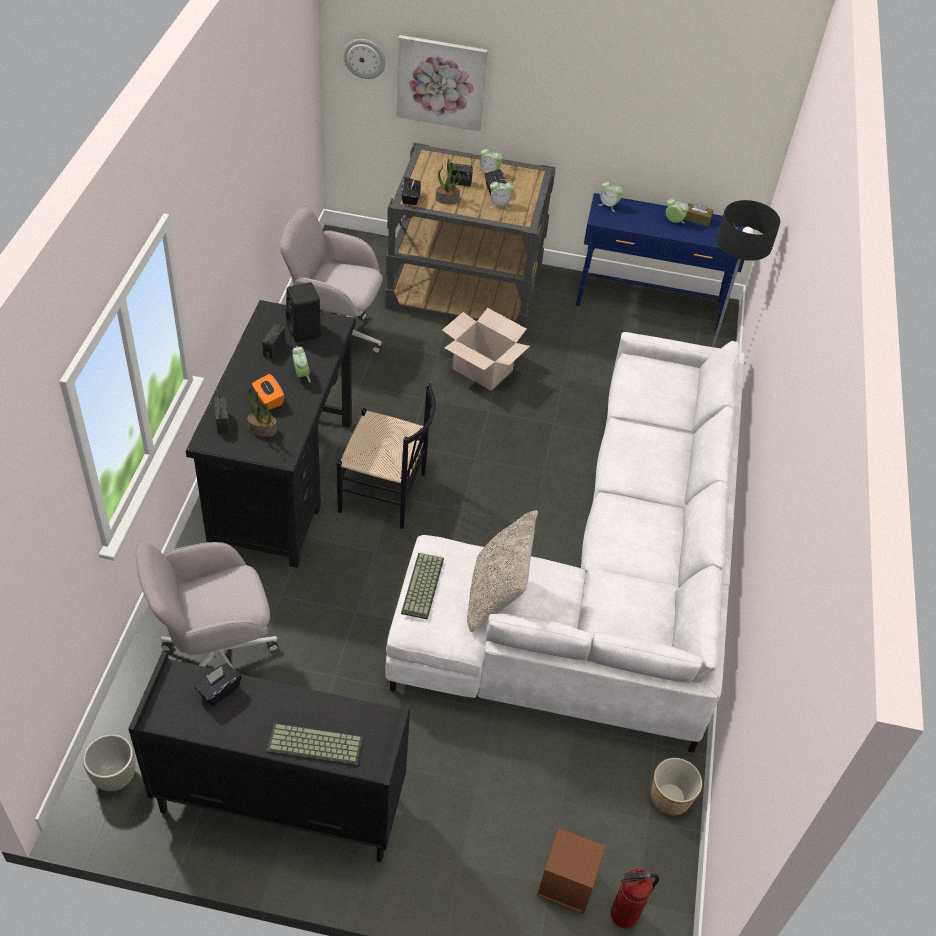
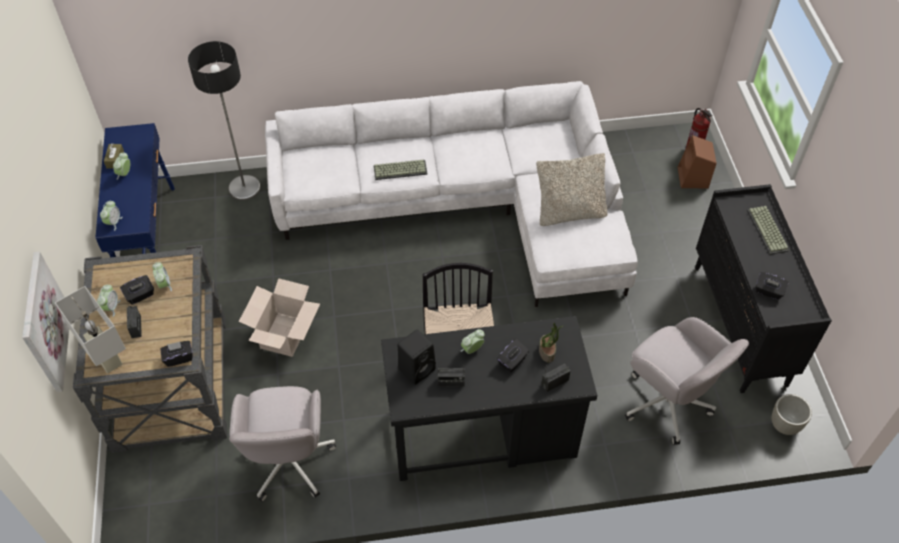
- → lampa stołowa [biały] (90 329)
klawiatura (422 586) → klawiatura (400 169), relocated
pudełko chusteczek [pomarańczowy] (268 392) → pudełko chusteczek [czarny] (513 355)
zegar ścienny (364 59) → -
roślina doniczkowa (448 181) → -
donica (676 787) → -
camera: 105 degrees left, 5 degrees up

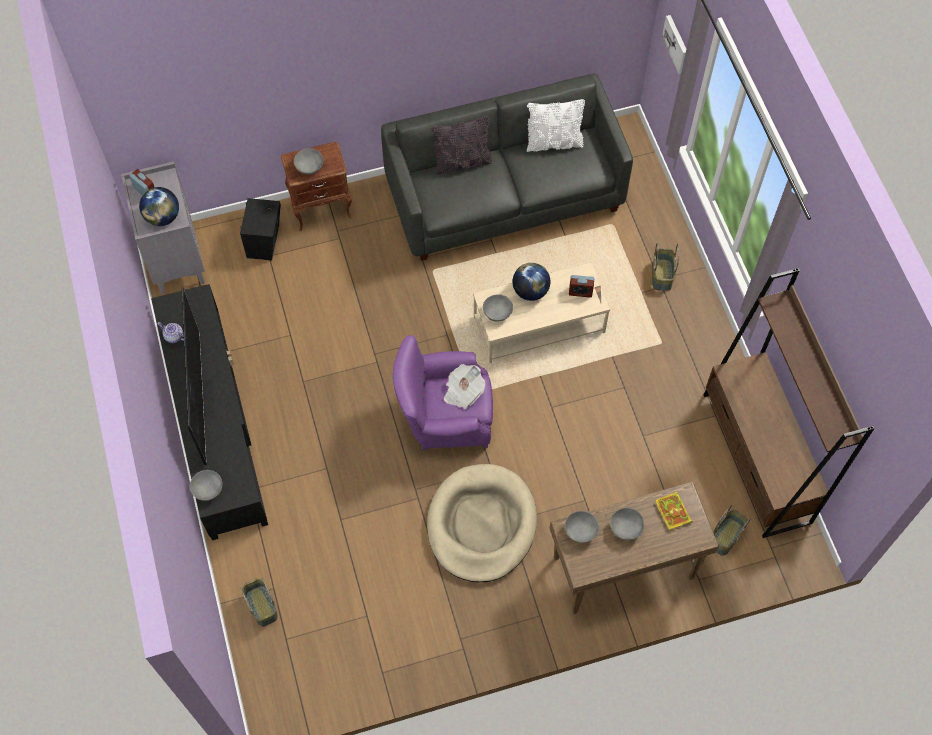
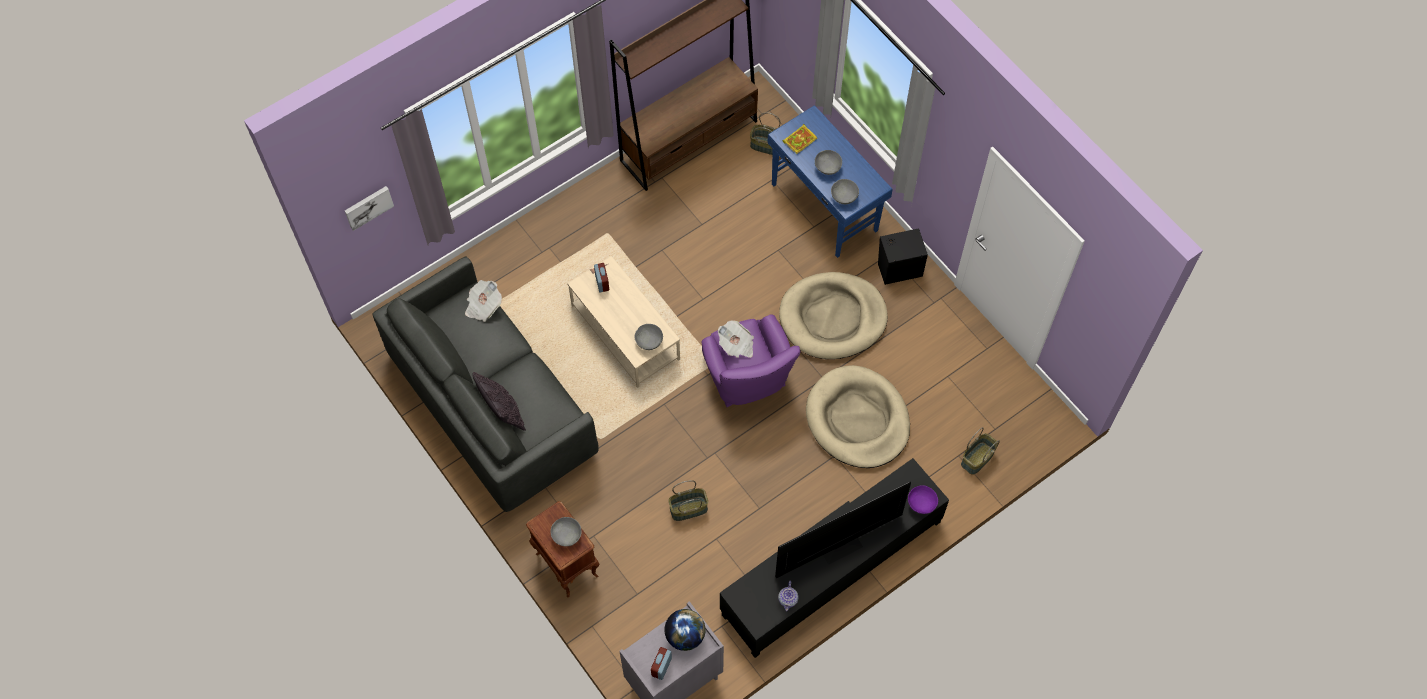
- → gazeta (483 301)
koszyk (665 267) → koszyk (688 500), relocated
stolik konsolowy [brązowy] (634 548) → stolik konsolowy [niebieski] (830 181)
- → legowisko [beżowy] (858 416)
głośnik [czarny] (260 229) → głośnik [czarny] (903 256), relocated
miska [szary] (206 485) → miska [fioletowy] (923 499)
globus (531 282) → -
poduszka [biały] (556 125) → -
camera: 110 degrees left, 0 degrees up

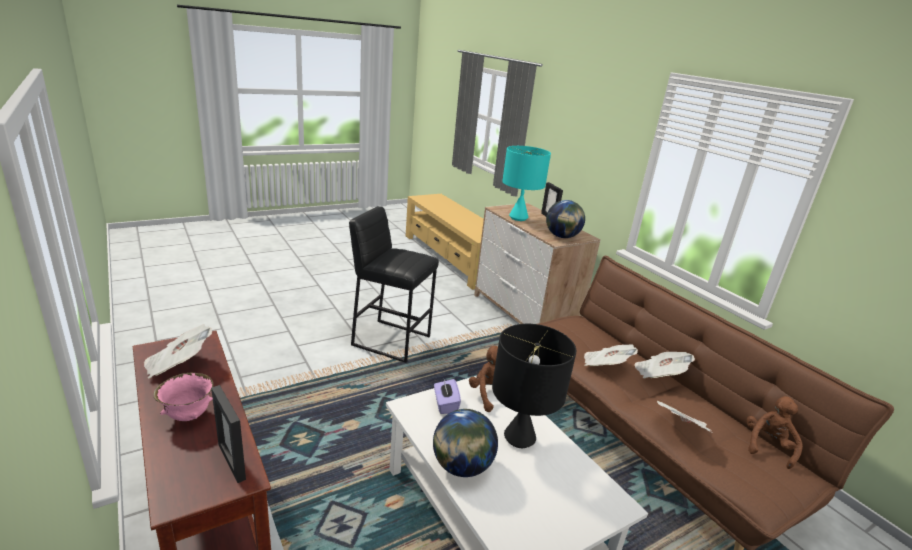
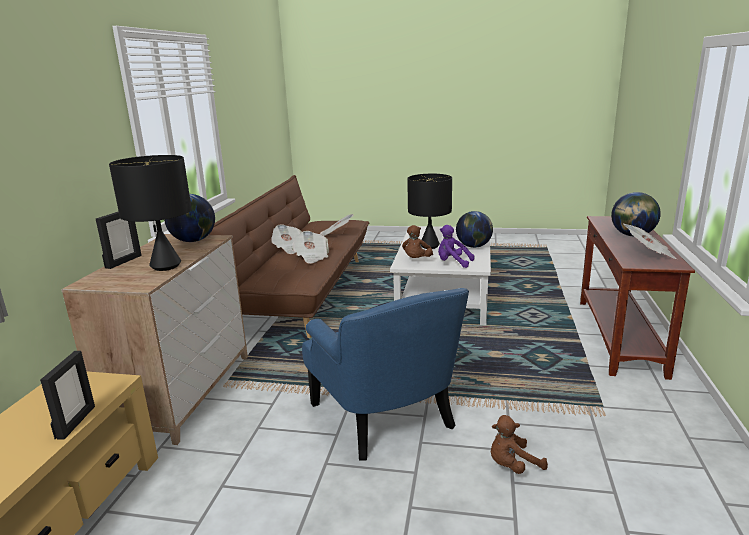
ramka na zdjęcie (228 434) → ramka na zdjęcie (67 395), relocated
lampa stołowa [turkusowy] (526 183) → lampa stołowa [czarny] (150 213)
stołek [czarny] (394 284) → fotel [niebieski] (385 374)
pudełko chusteczek [fioletowy] (447 396) → pluszak [fioletowy] (456 246)
pluszak [brązowy] (775 432) → pluszak [brązowy] (519 444), relocated
miska [różowy] (183 397) → globus (636 214)
camera: 135 degrees left, 5 degrees down

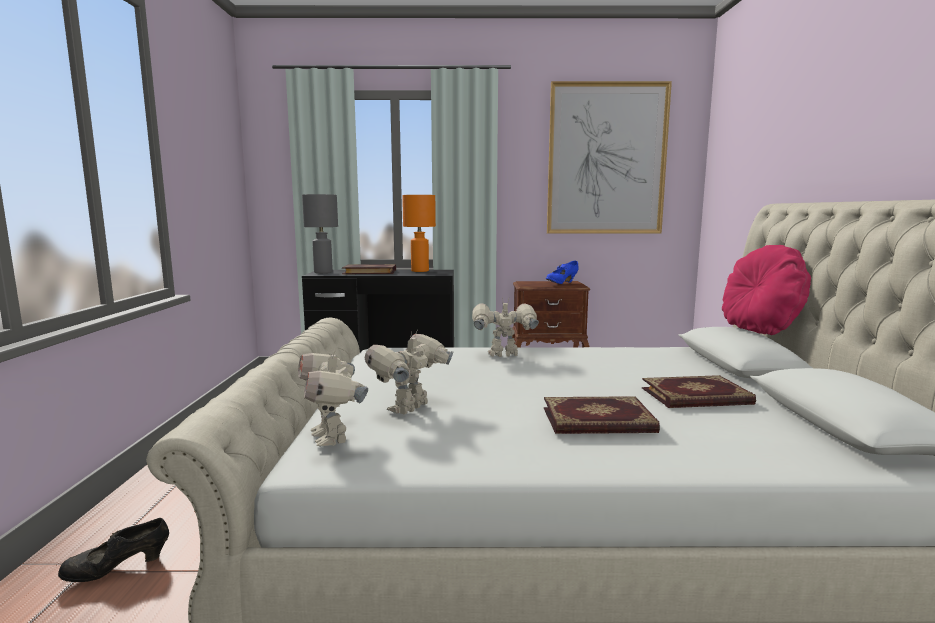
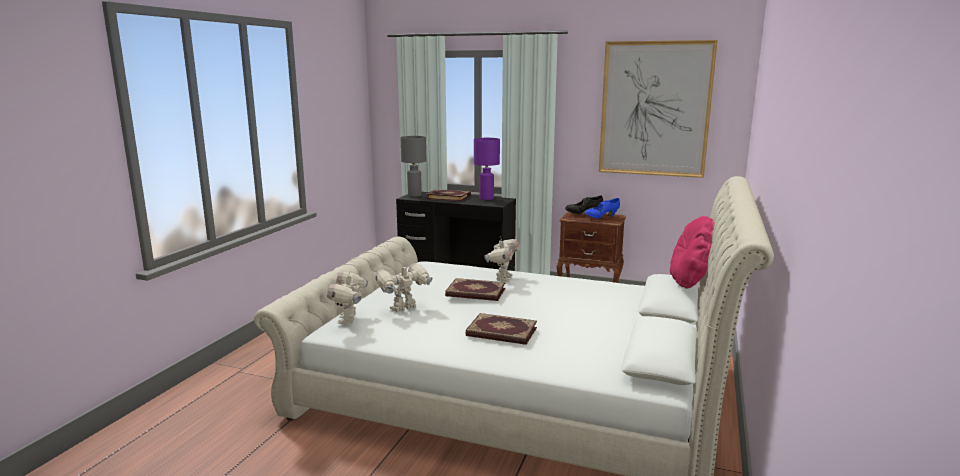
książka (699 391) → książka (475 289), relocated
lampa stołowa [pomarańczowy] (419 233) → lampa stołowa [fioletowy] (487 169)
robot zabawkowy (505 328) → robot zabawkowy (502 259), 90 degrees clockwise
but [czarny] (113 550) → but [czarny] (584 204), relocated
camera: 20 degrees right, 5 degrees up

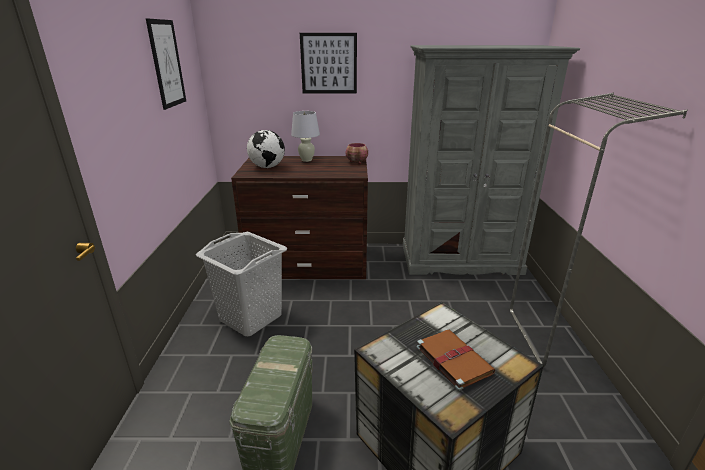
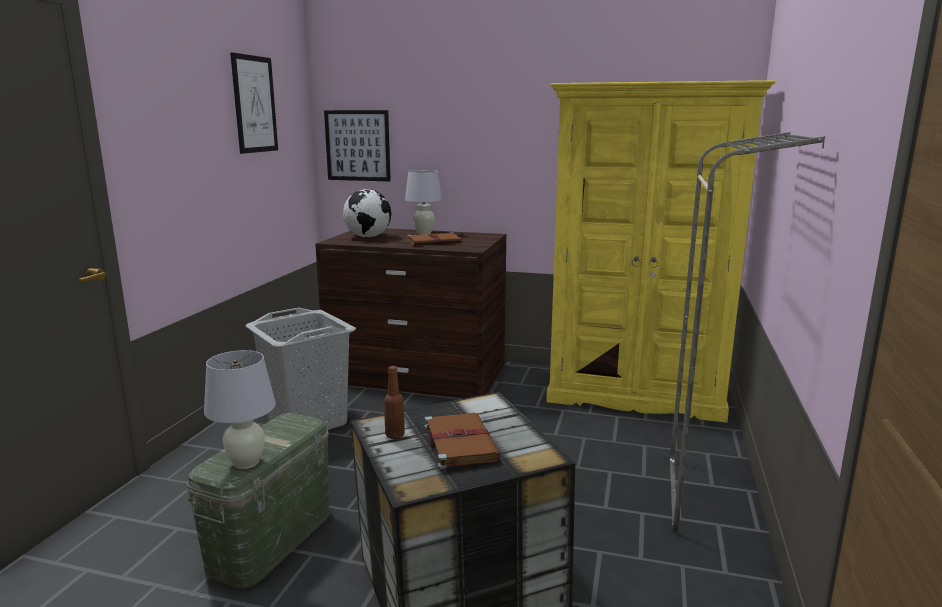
- → lampa stołowa [biały] (240 409)
obraz (328 63) → obraz (357 145), relocated
- → butelka [brązowy] (394 402)
- → książka [brązowy] (434 239)
szafa [szary] (491 160) → szafa [żółty] (661 251)
miska (357 153) → -
camera: 15 degrees right, 10 degrees down

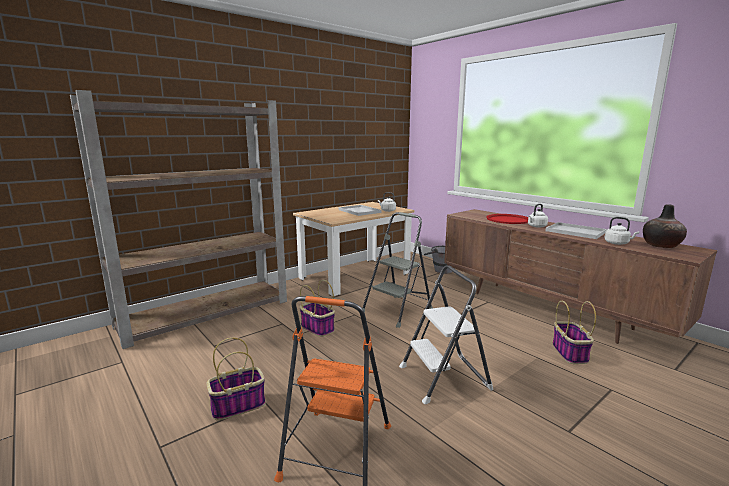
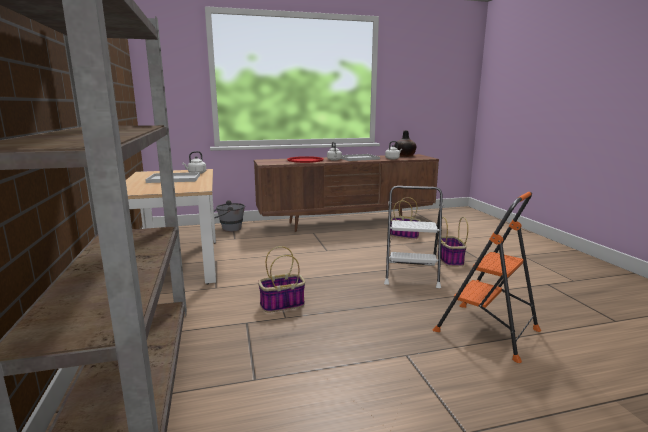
koszyk (236 379) → koszyk (453 242), relocated
drabinka [szary] (397 270) → -
camera: 65 degrees left, 0 degrees up

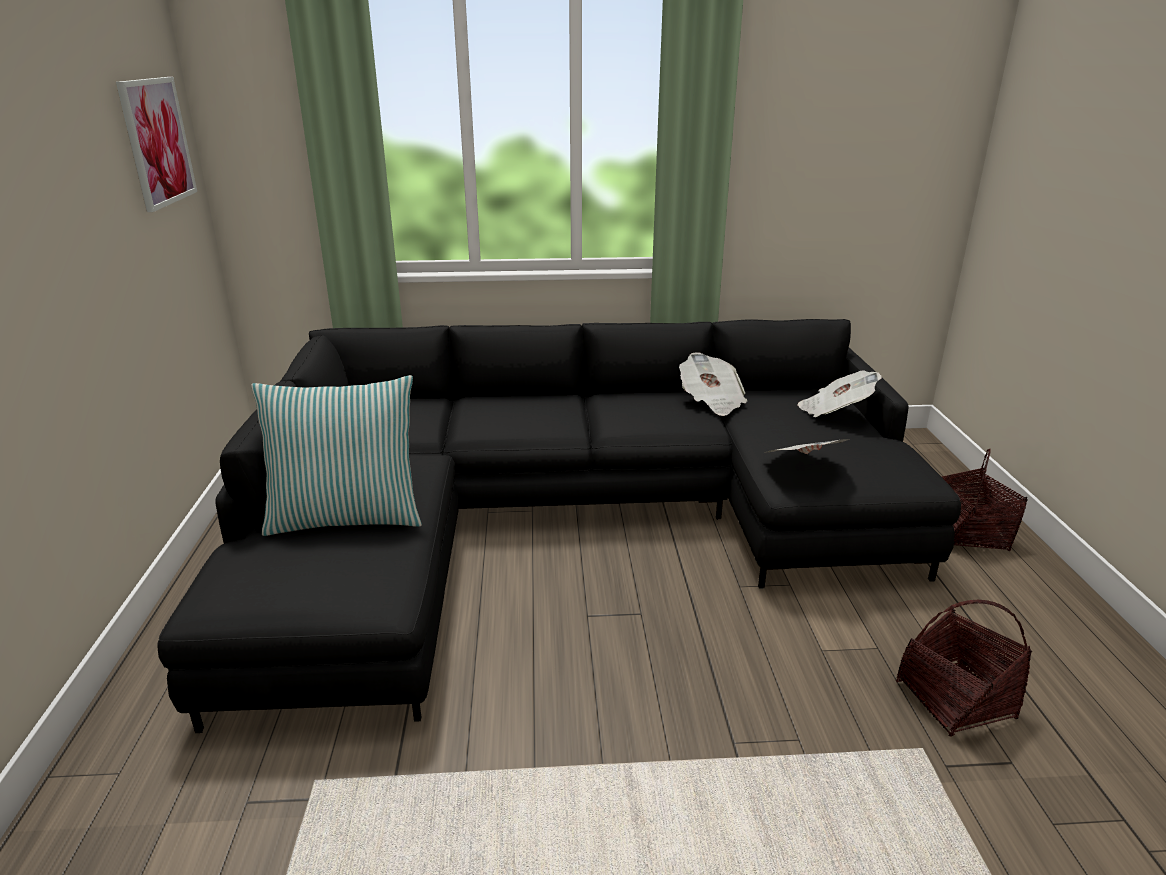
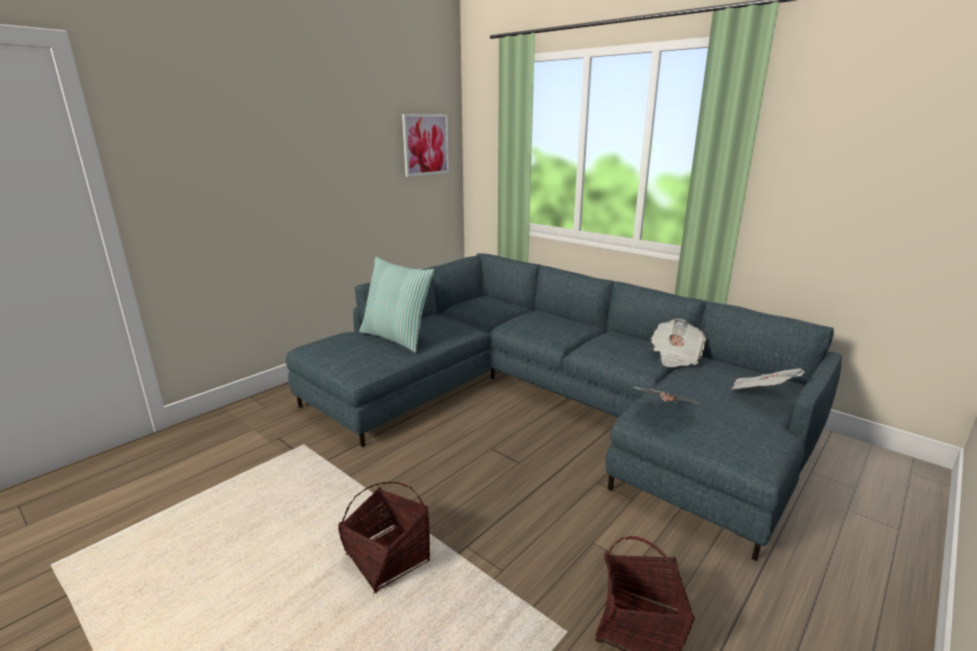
kanapa [czarny] (559 526) → kanapa [niebieski] (564 407)
koszyk (985 500) → koszyk (384 537), relocated
camera: 45 degrees right, 5 degrees down

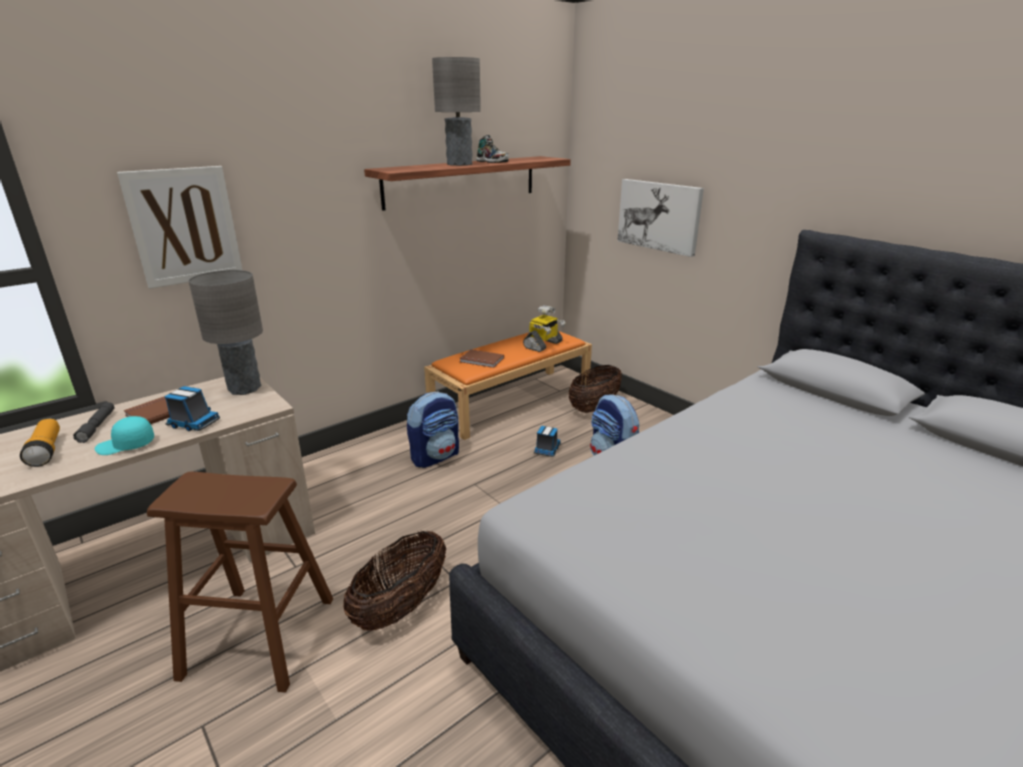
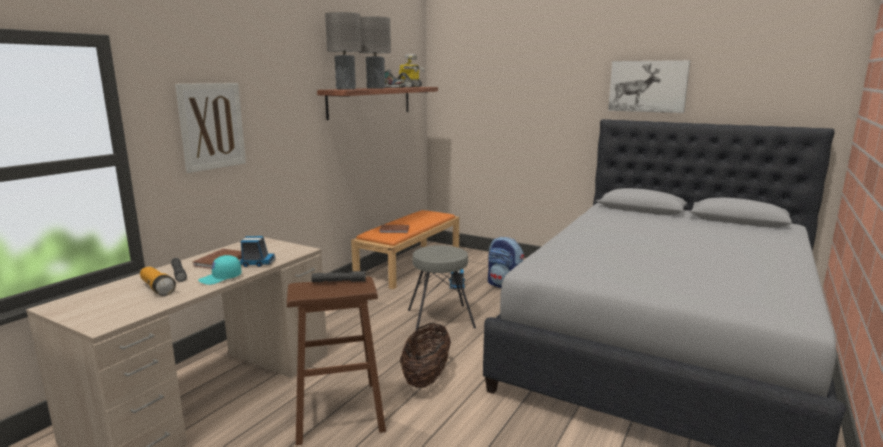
- → latarka [szary] (338 276)
lampa stołowa [szary] (225 332) → lampa stołowa [szary] (343 51), relocated
robot zabawkowy (544 328) → robot zabawkowy (411 70), relocated
- → stołek [szary] (442 288)
obraz (660 218) → obraz (649 86), relocated
plecak (433 429) → -
koszyk (595 389) → -
camera: 20 degrees left, 10 degrees down

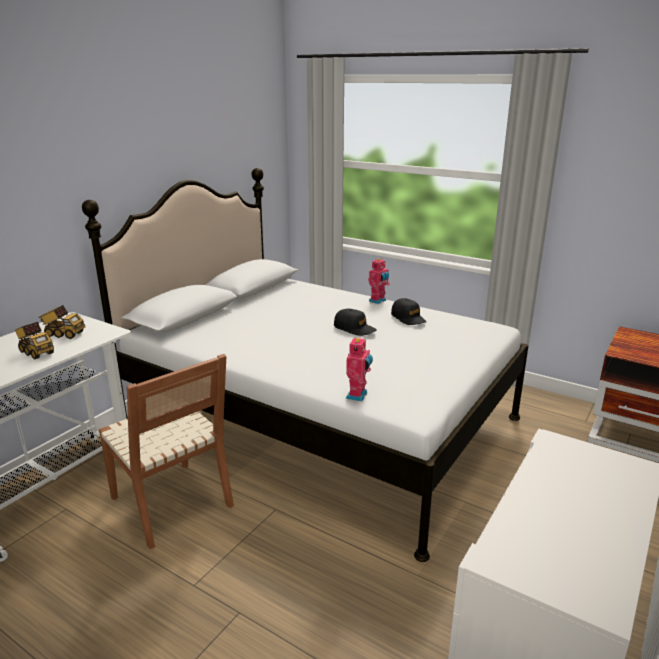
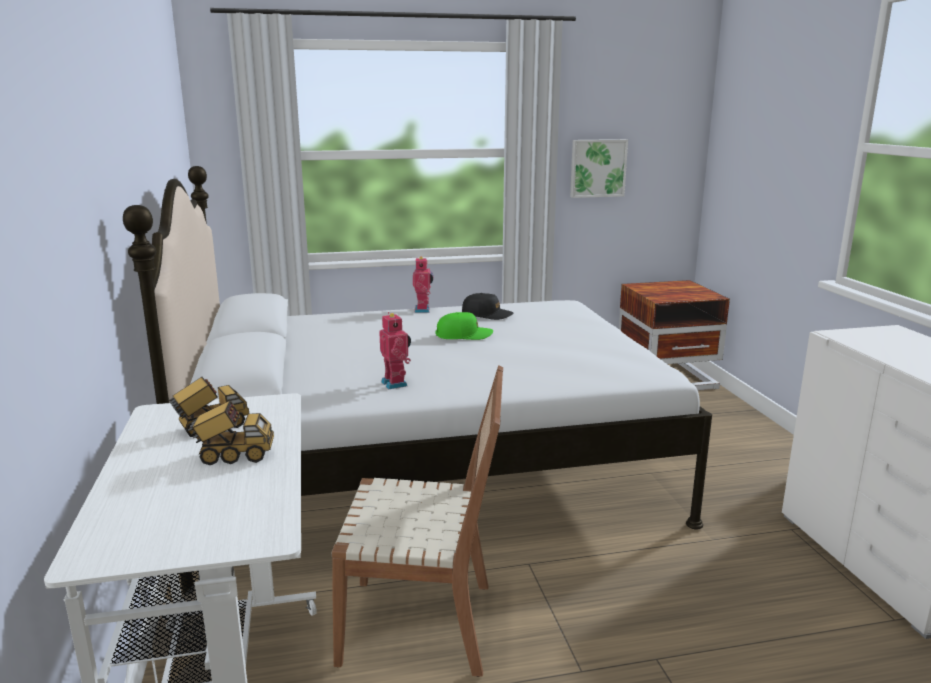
robot zabawkowy (359 368) → robot zabawkowy (395 350), relocated
czapka z daszkiem [czarny] (355 322) → czapka z daszkiem [zielony] (464 326)
- → obraz (599 168)
camera: 45 degrees left, 5 degrees down

